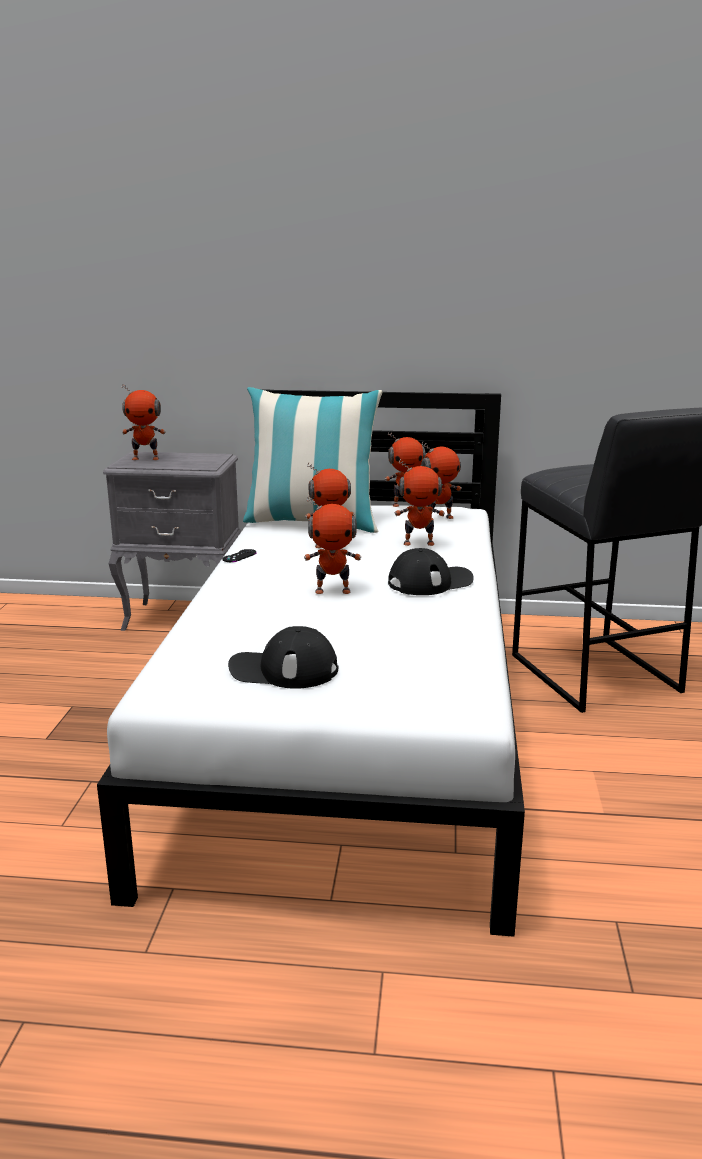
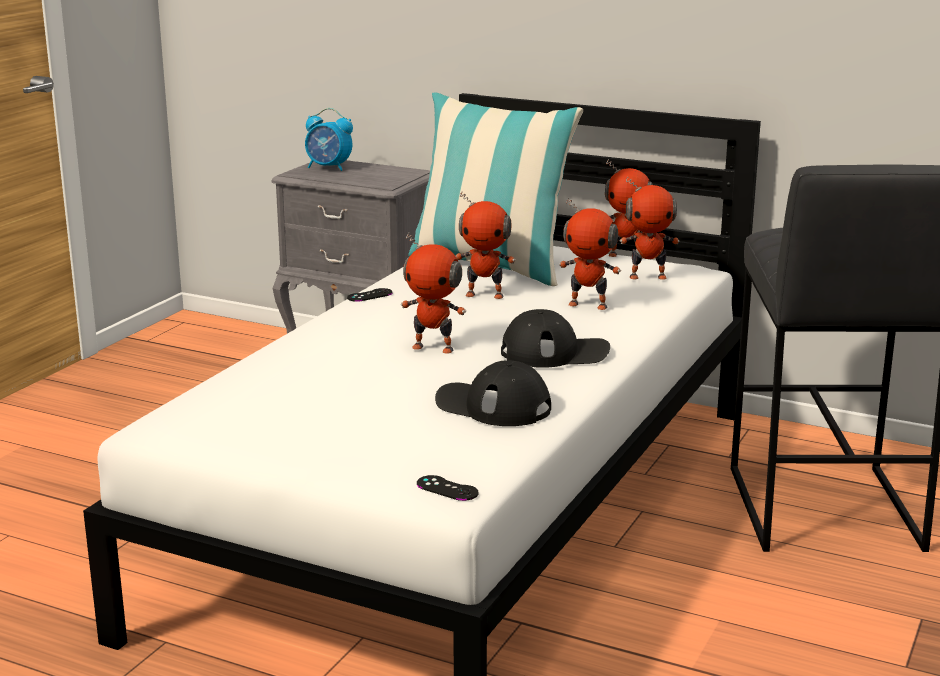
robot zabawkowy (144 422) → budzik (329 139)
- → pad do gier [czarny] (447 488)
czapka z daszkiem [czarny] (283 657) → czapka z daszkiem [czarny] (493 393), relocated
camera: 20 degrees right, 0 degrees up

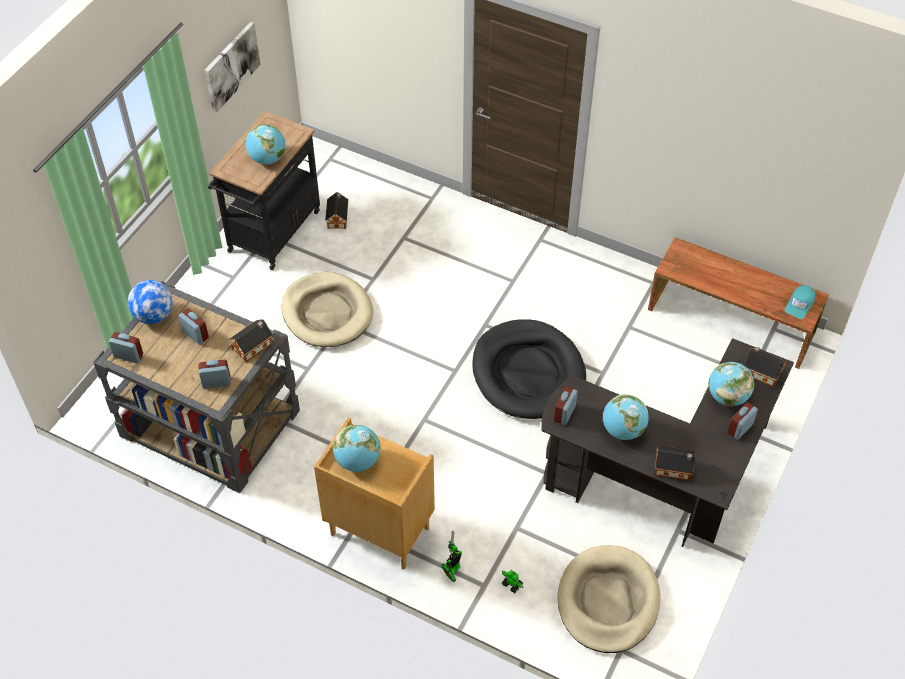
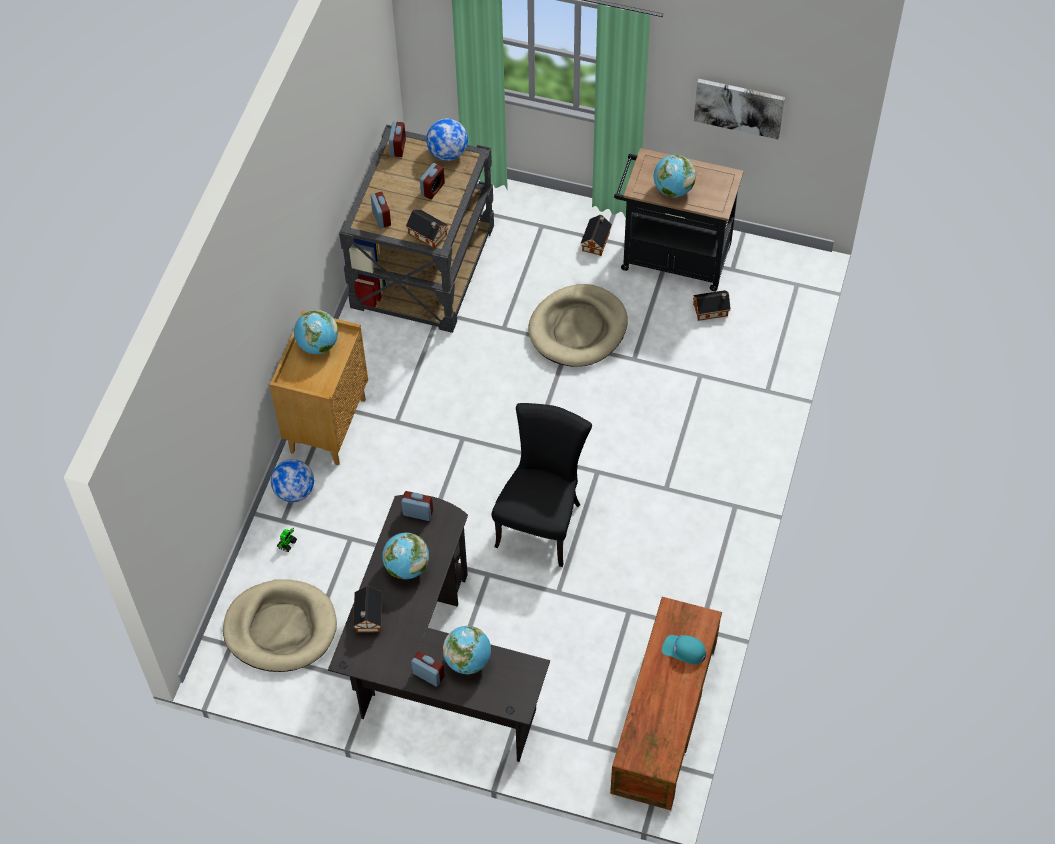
robot zabawkowy (451 556) → globus (292 480)
legowisko [czarny] (529 369) → krzesło [czarny] (541 485)
domek (765 367) → domek (596 235), relocated
czapka z daszkiem [turkusowy] (800 302) → czapka z daszkiem [turkusowy] (684 649), relocated
camera: 80 degrees right, 5 degrees up

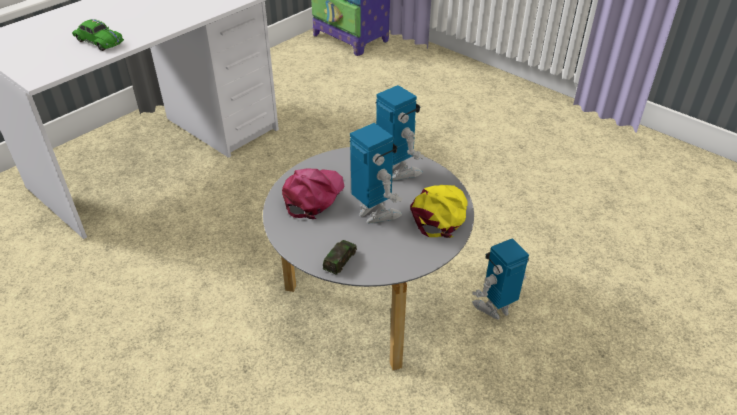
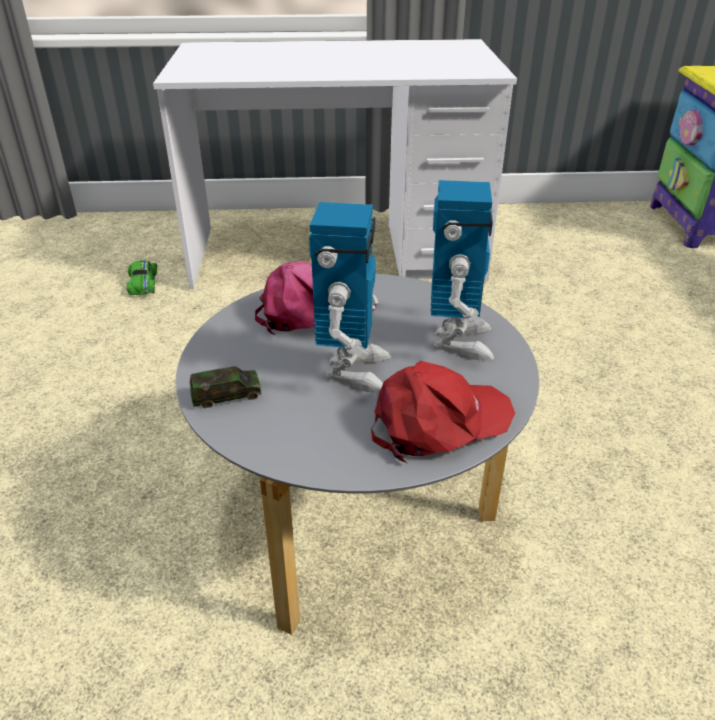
samochodzik [zielony] (98 35) → samochodzik [zielony] (141 277), relocated
czapka z daszkiem [żółty] (439 211) → czapka z daszkiem [czerwony] (443 412)
robot zabawkowy (500 279) → -
camera: 45 degrees right, 5 degrees down

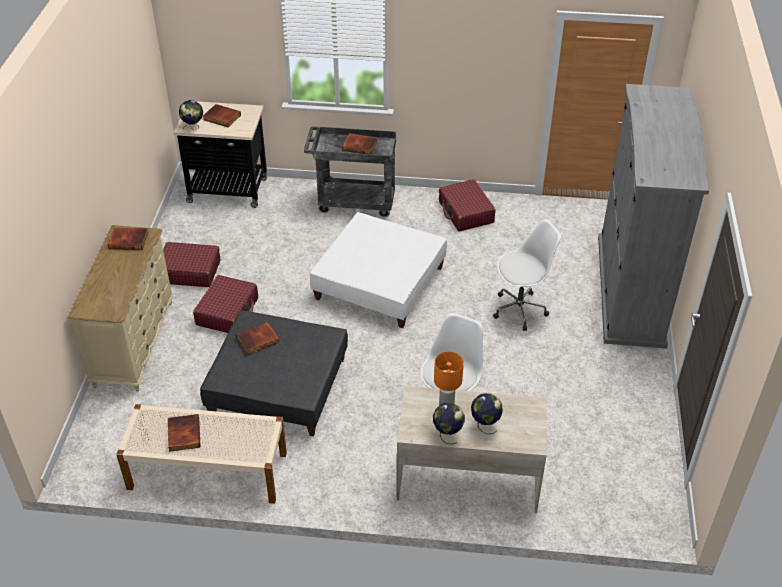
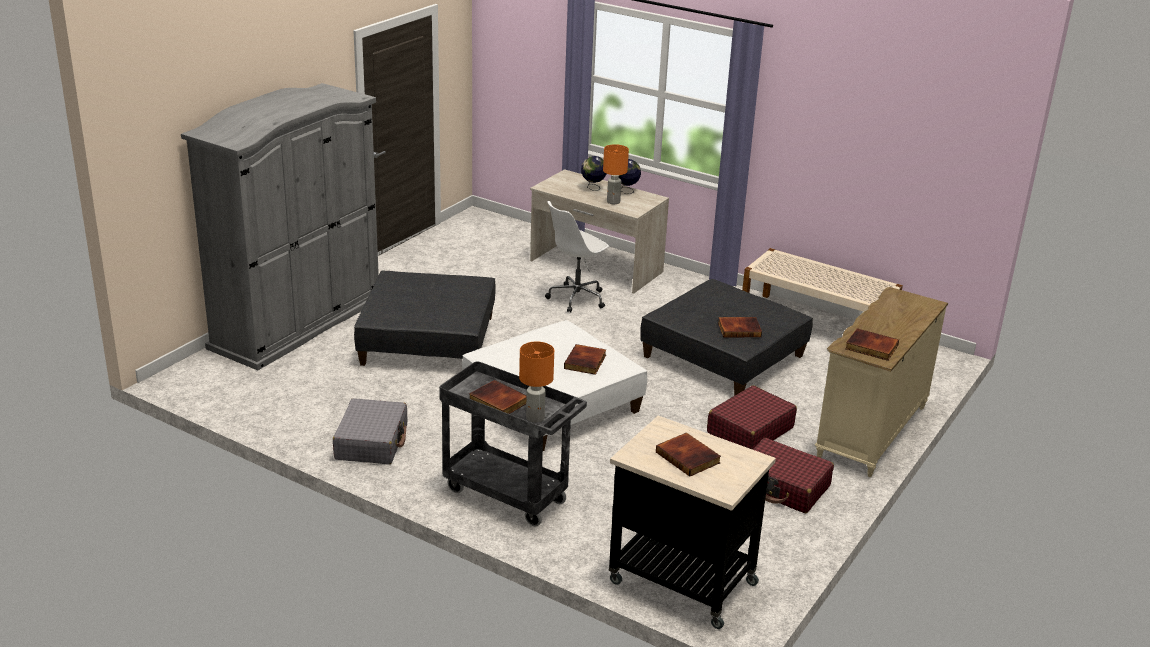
walizka [czerwony] (467 205) → walizka [szary] (370 431)
krzesło biurowe [biały] (527 275) → pufa [szary] (425 318)
- → lampa stołowa [pomarańczowy] (536 382)
książka (184 433) → książka (585 359), relocated
globus (191 115) → -
camera: 155 degrees left, 15 degrees down

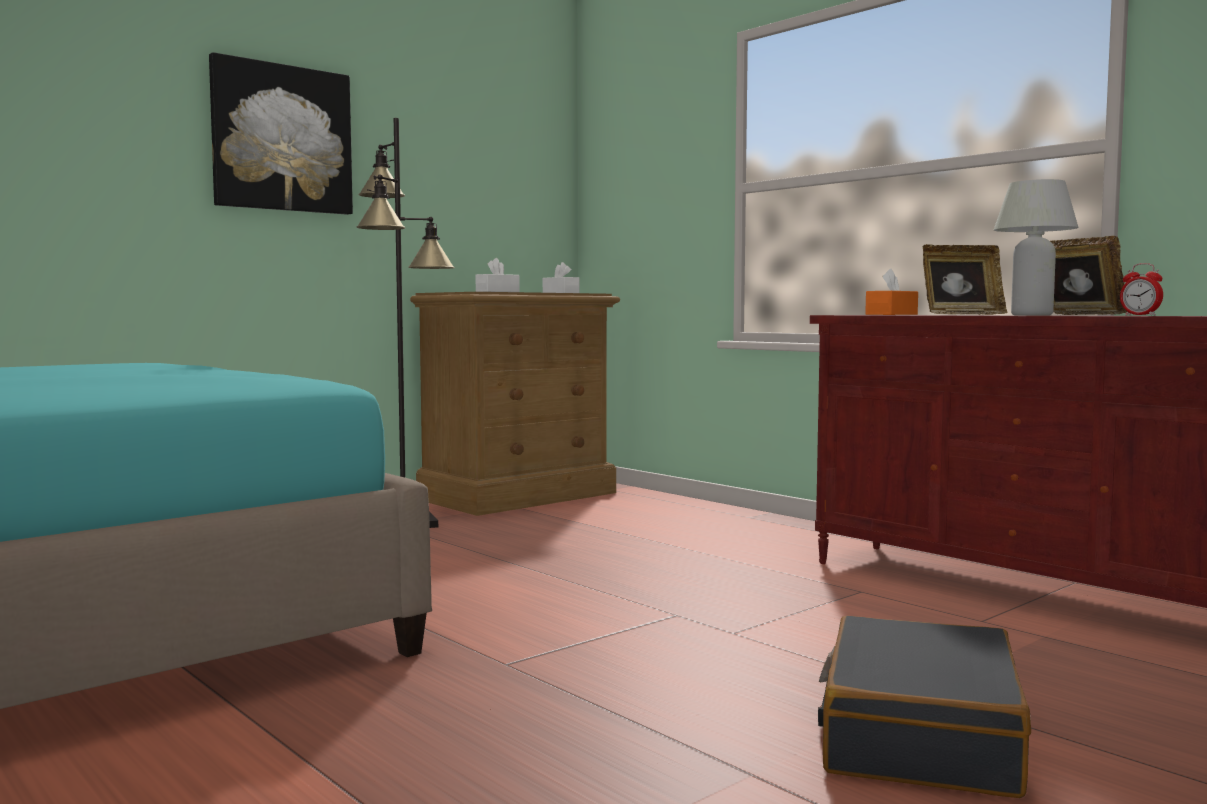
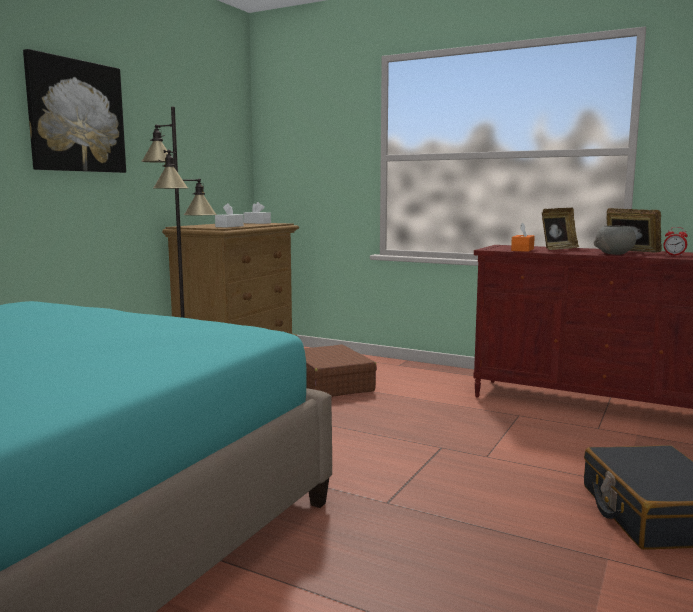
- → walizka [brązowy] (340 370)
lampa stołowa [biały] (1036 247) → miska [szary] (615 240)
camera: 20 degrees left, 5 degrees up

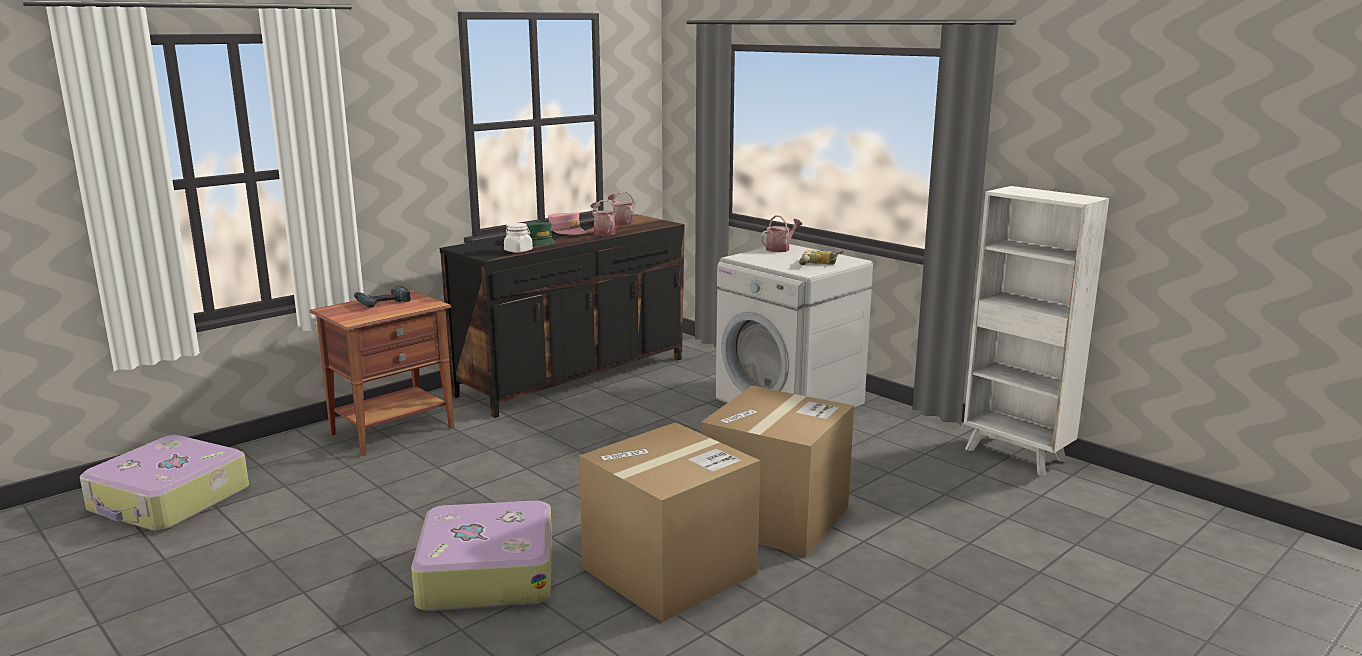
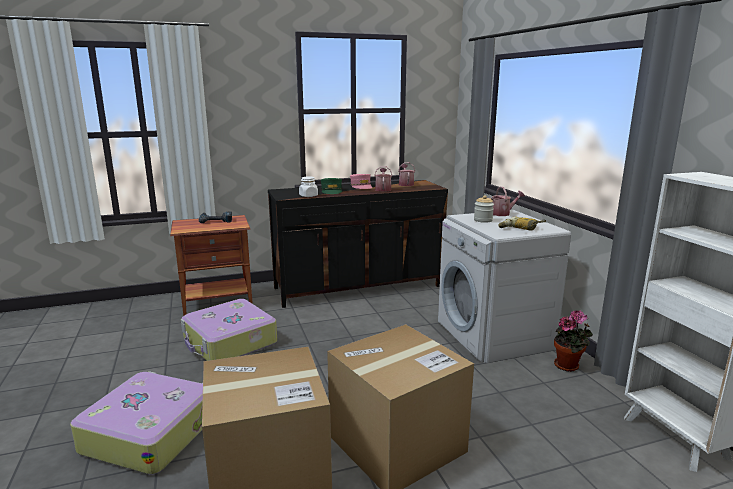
walizka (164 483) → walizka (229 330), relocated
- → słoik (484 209)
- → roślina doniczkowa (573 341)
camera: 25 degrees right, 0 degrees up

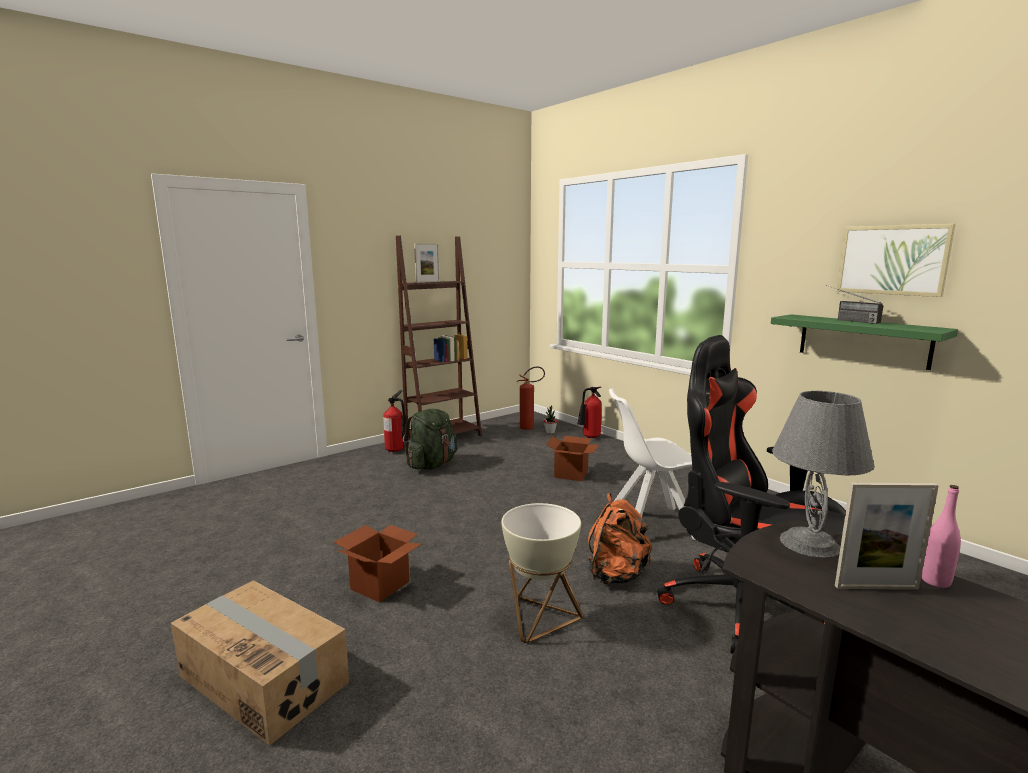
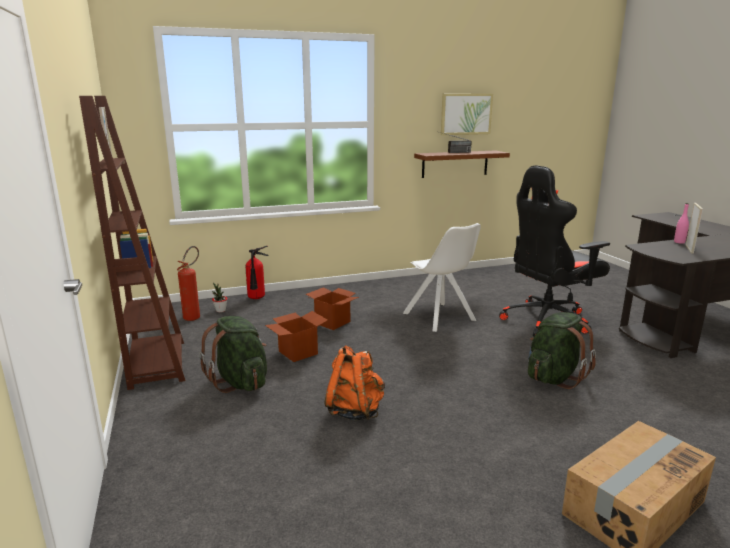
karton (377 564) → karton (296 336), relocated
plecak [pomarańczowy] (620 538) → plecak [pomarańczowy] (354 383), relocated
krzesło [biały] (652 464) → krzesło [biały] (442 277), 45 degrees counterclockwise
półka [zielony] (864 342) → półka [brązowy] (462 164)
donica (542 573) → plecak [zielony] (562 350)
gaśnica (396 421) → -
lampa stołowa [szary] (823 474) → -
camera: 70 degrees left, 5 degrees up

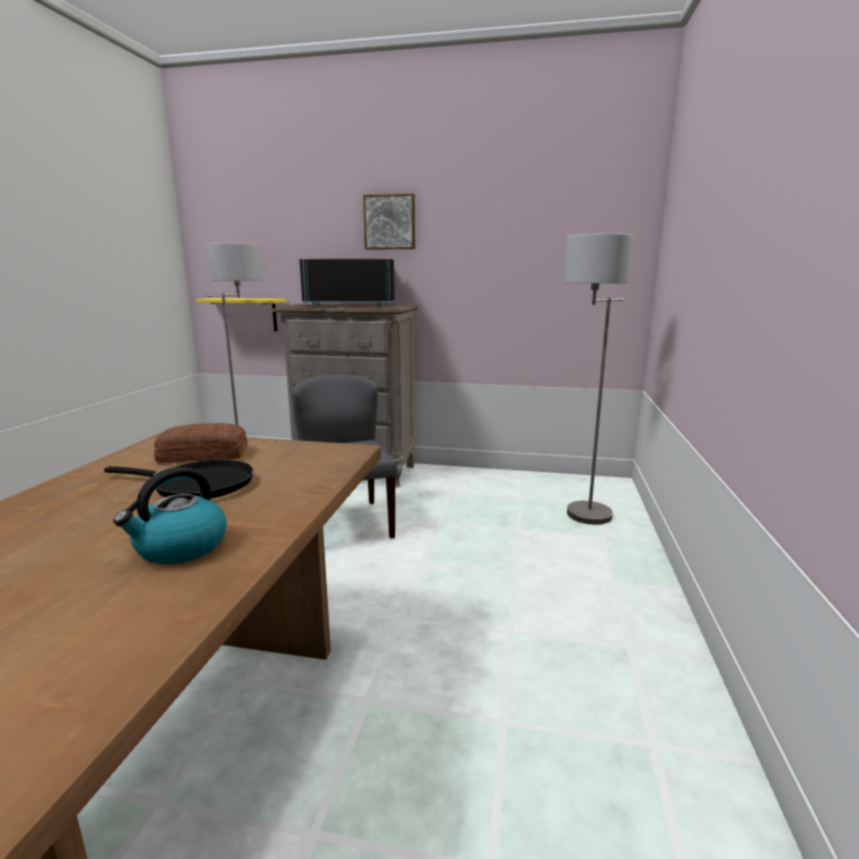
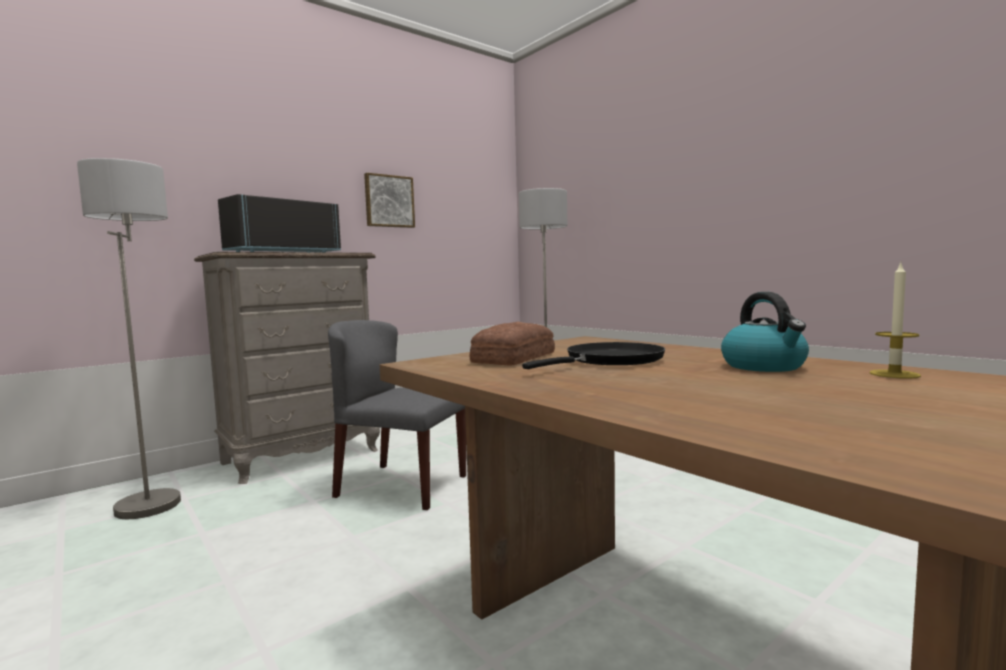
obraz (389 221) → obraz (389 200), relocated
- → świeca (895 321)
półka [żółty] (241 314) → -
camera: 50 degrees left, 10 degrees down

